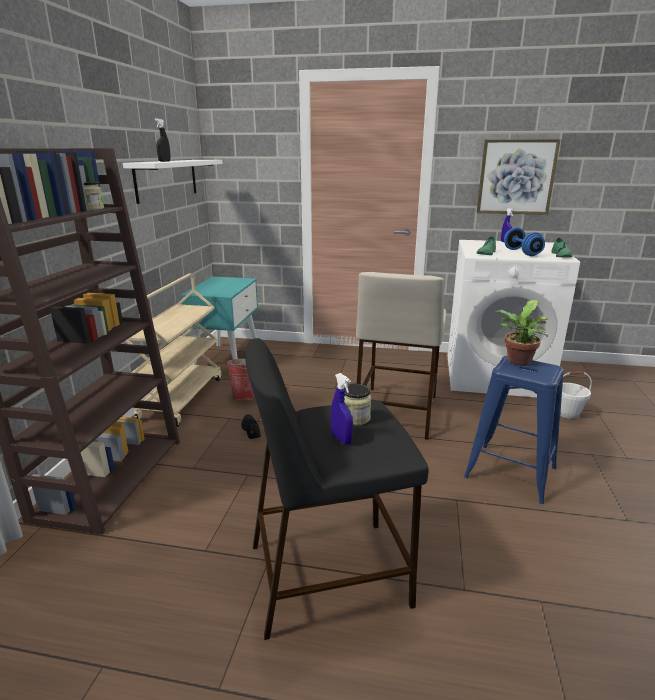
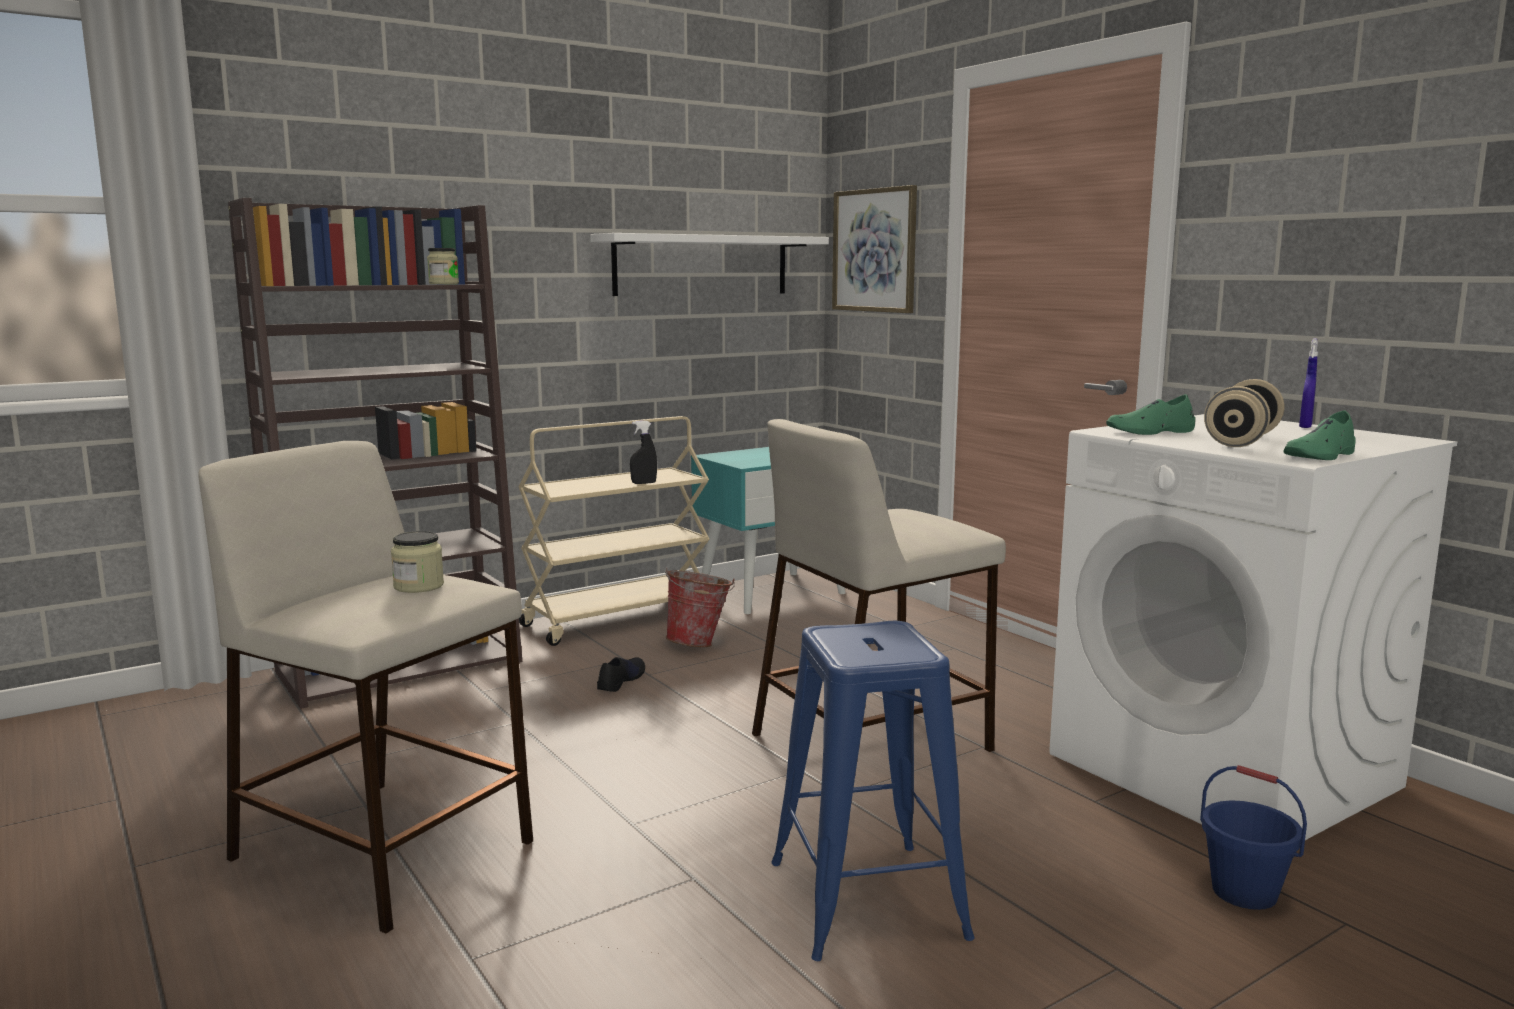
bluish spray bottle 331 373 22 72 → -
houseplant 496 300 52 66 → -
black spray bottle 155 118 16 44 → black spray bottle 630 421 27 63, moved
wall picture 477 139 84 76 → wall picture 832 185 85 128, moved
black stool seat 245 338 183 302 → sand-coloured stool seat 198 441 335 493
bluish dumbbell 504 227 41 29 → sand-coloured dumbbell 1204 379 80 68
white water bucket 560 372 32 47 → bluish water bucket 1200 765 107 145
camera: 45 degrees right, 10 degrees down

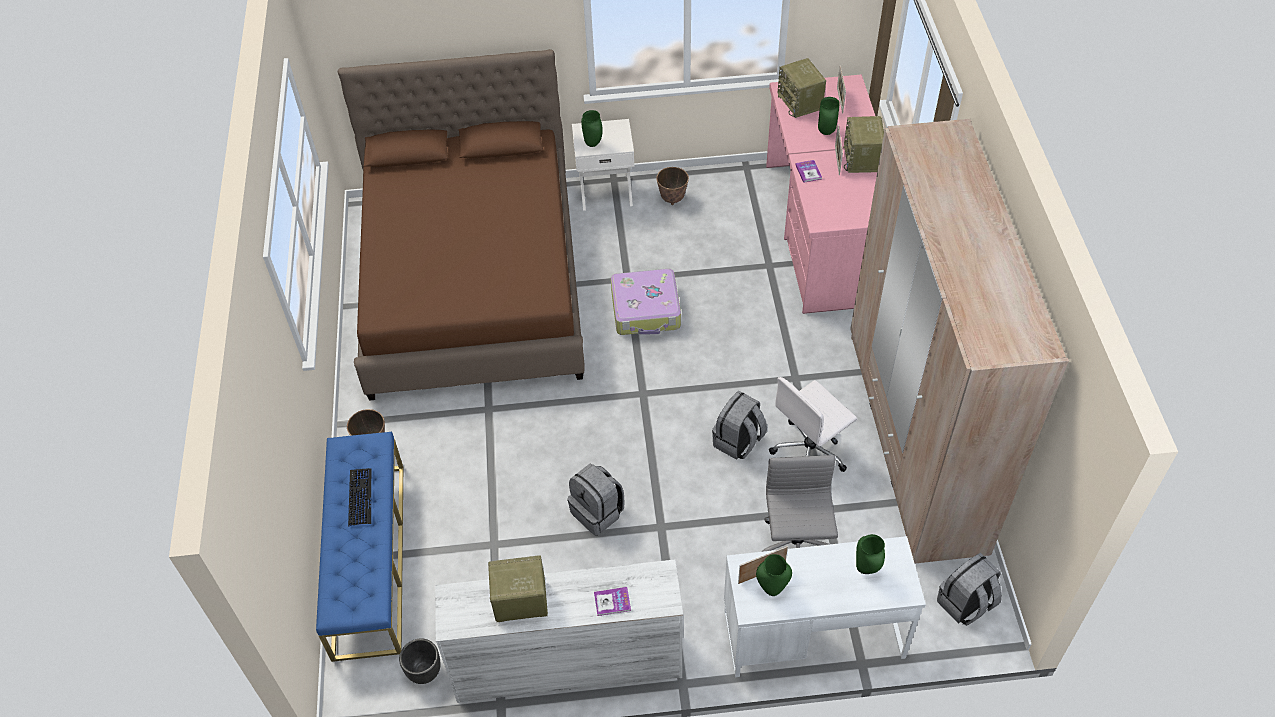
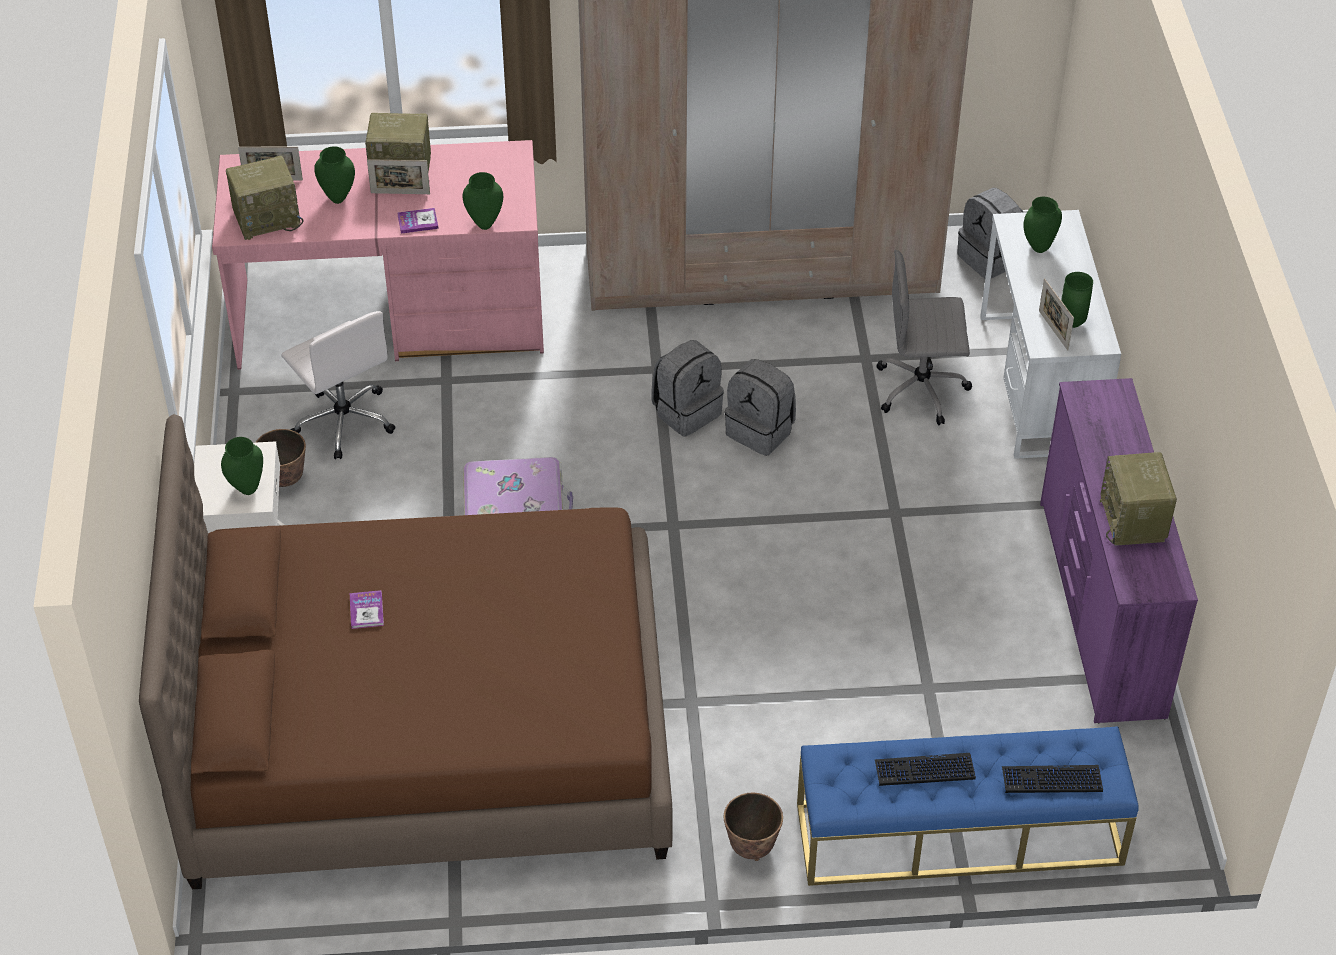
black plant pot 399 638 41 46 → -
- → green decorative vase 463 172 40 58
- → PC keyboard 1002 765 101 28
greyish knapsack 567 464 57 72 → greyish knapsack 651 340 73 97, moved
volume 594 587 37 29 → volume 350 590 34 39, moved
white desk chair 769 377 88 95 → white desk chair 281 311 114 149, moved
white dresser 435 560 248 143 → purple dresser 1040 378 158 345
camera: 90 degrees left, 5 degrees down

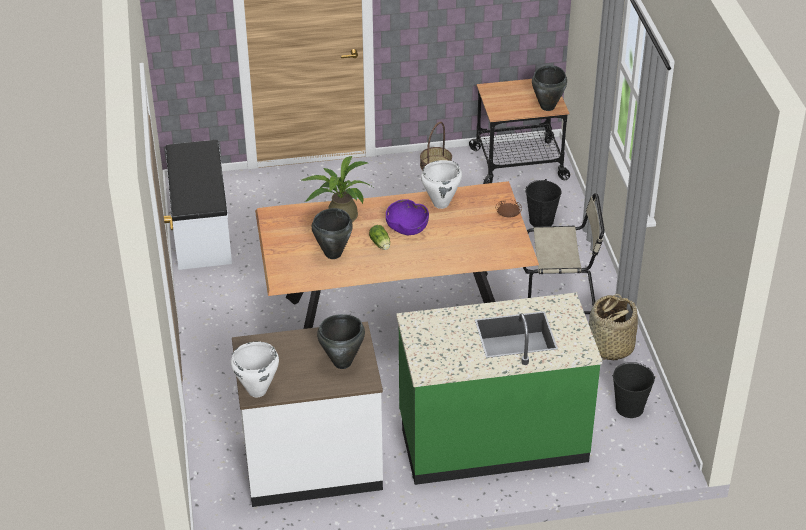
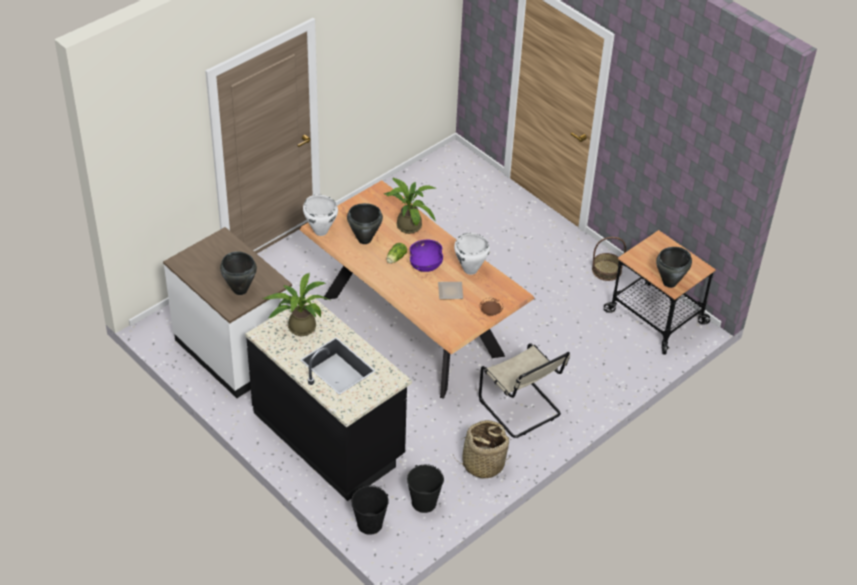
white bench 166 140 66 130 → -
- → houseplant 263 273 67 63
- → dinner plate 438 282 25 17
white saucepot 231 342 48 55 → white saucepot 303 194 35 42, moved
black water bucket 525 179 36 48 → black water bucket 352 485 37 50, moved
green kitchen base unit 396 292 206 193 → black kitchen base unit 245 294 167 207
camera: 55 degrees right, 5 degrees up

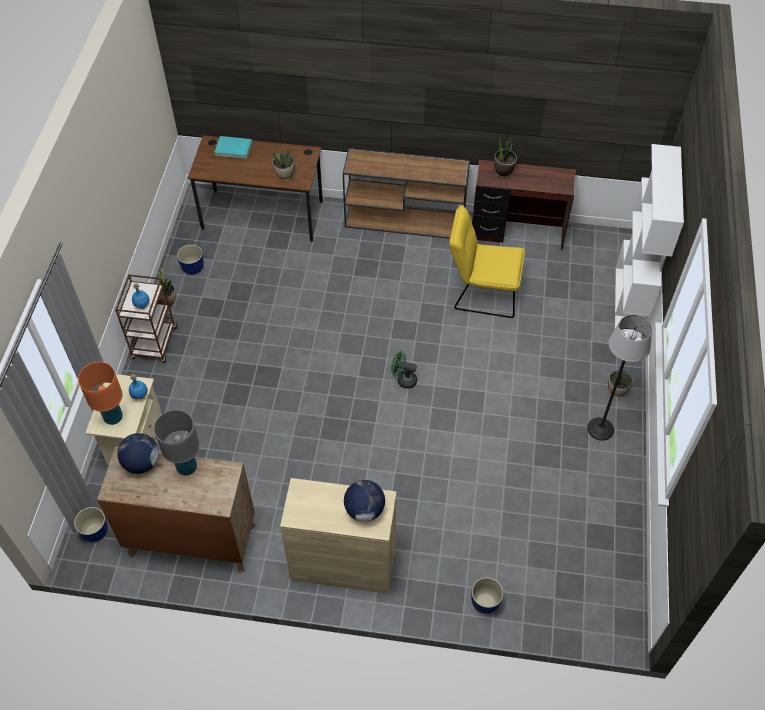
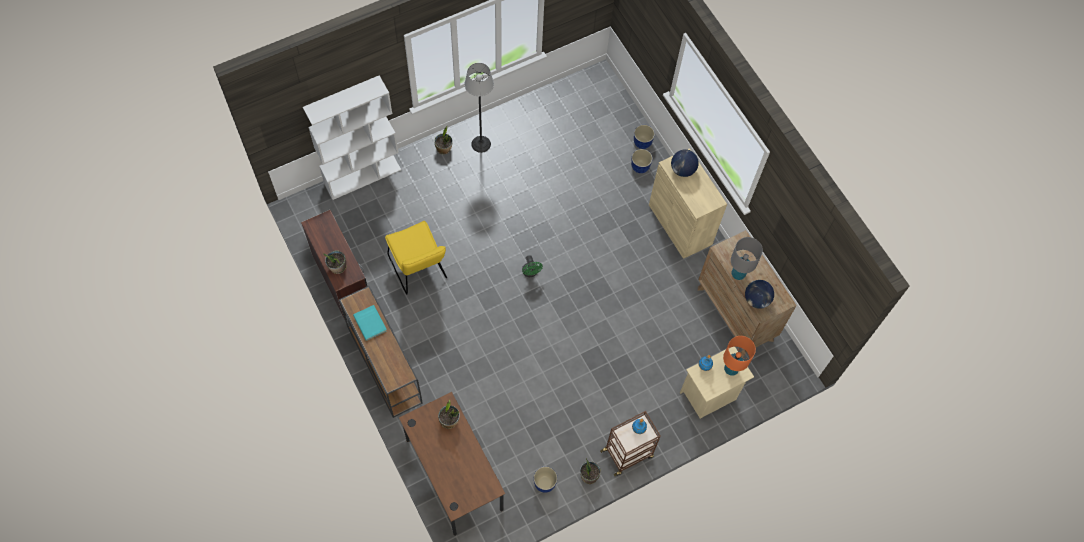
plant pot 74 507 34 35 → plant pot 631 149 22 24, moved
turquoise volume 214 136 38 23 → turquoise volume 353 305 34 36, moved
camera: 130 degrees left, 10 degrees up

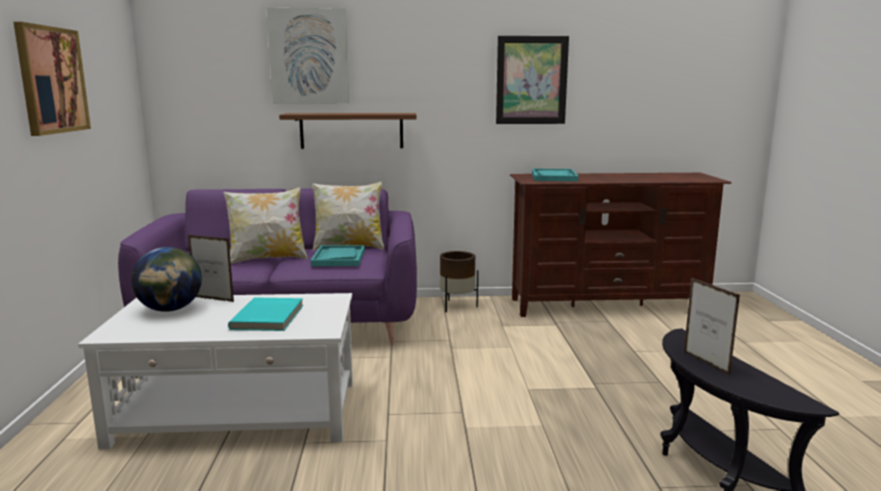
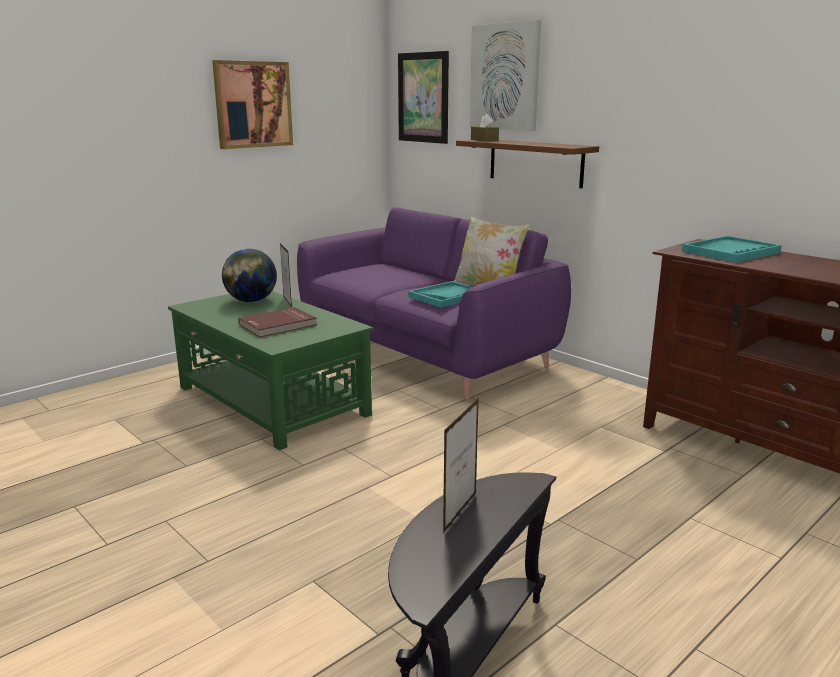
pillow 223 187 84 77 → -
brownish plant pot 440 251 38 61 → -
- → brownish tissue holder 471 114 28 28
wall picture 496 36 73 88 → wall picture 398 51 51 93, moved
white coffee table 78 293 275 156 → green coffee table 168 291 205 159
turquoise volume 228 297 75 34 → red volume 238 307 79 30
camera: 50 degrees right, 5 degrees up

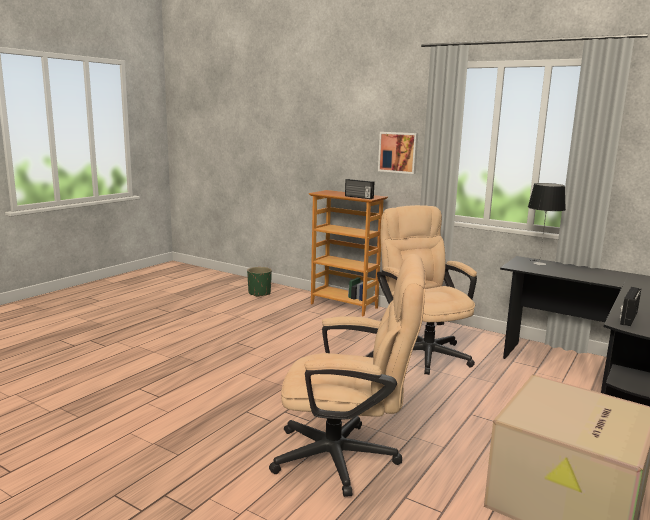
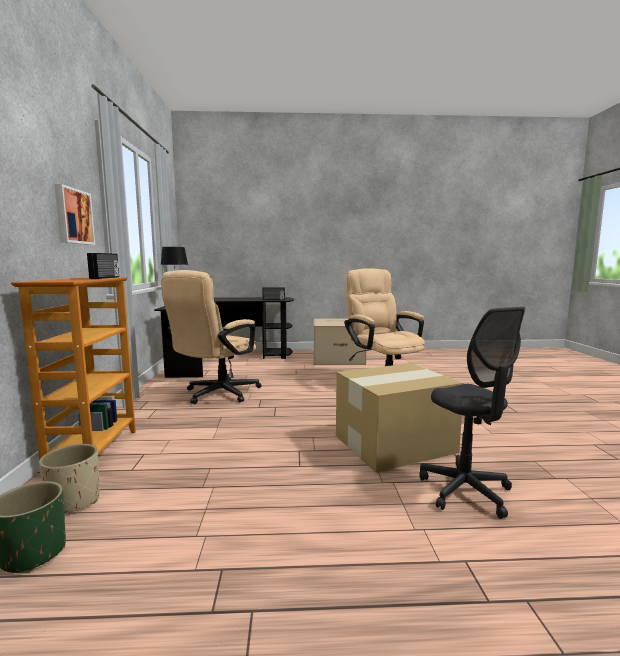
- → sand-coloured plant pot 39 444 60 70
- → cardboard box 336 363 128 109
- → greyish desk chair 419 307 106 212
camera: 125 degrees left, 5 degrees down

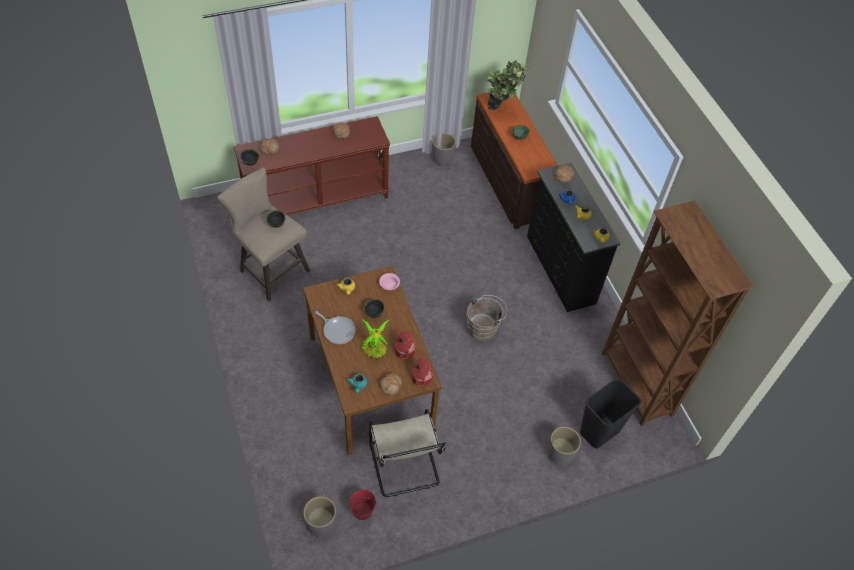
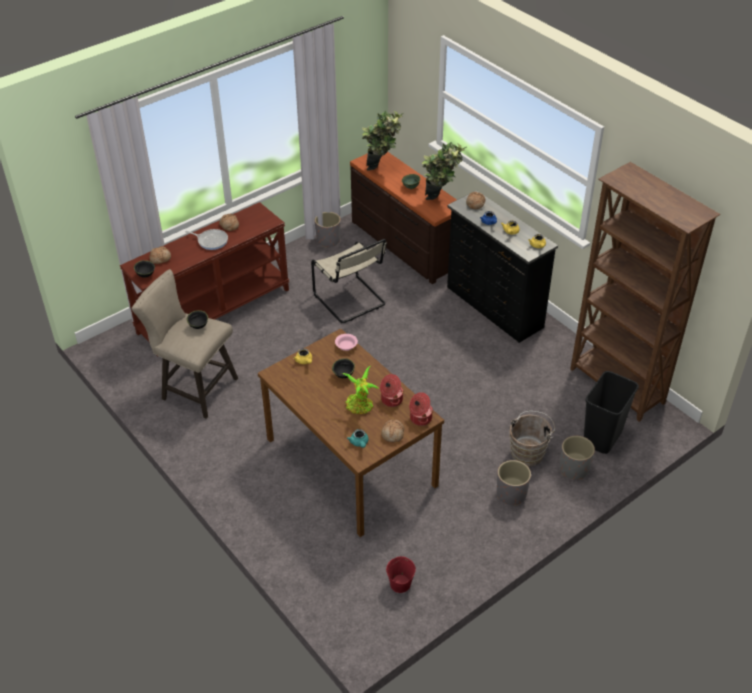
- → houseplant 422 142 44 58
greyish plant pot 303 496 33 42 → greyish plant pot 497 460 34 46, moved
pan 315 311 41 33 → pan 185 229 43 21, moved
sand-coloured upright chair 369 409 78 88 → sand-coloured upright chair 311 239 76 84, moved
brownish water bucket 466 295 41 46 → brownish water bucket 509 411 46 56, moved
camera: 15 degrees left, 10 degrees down

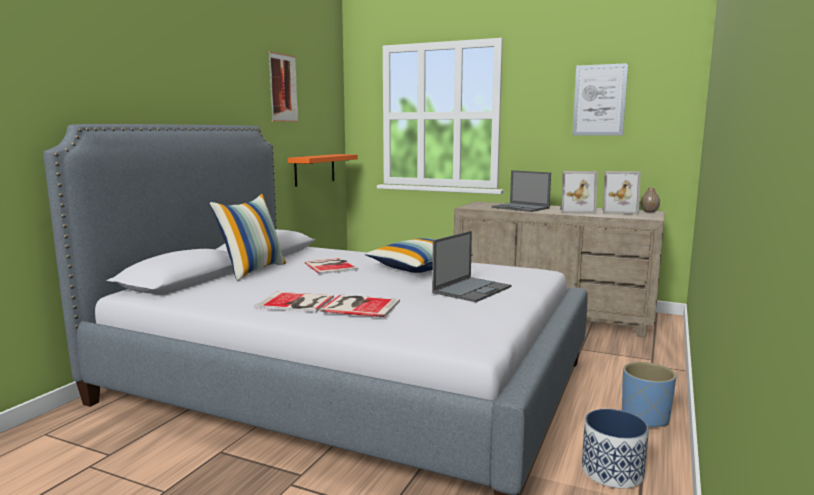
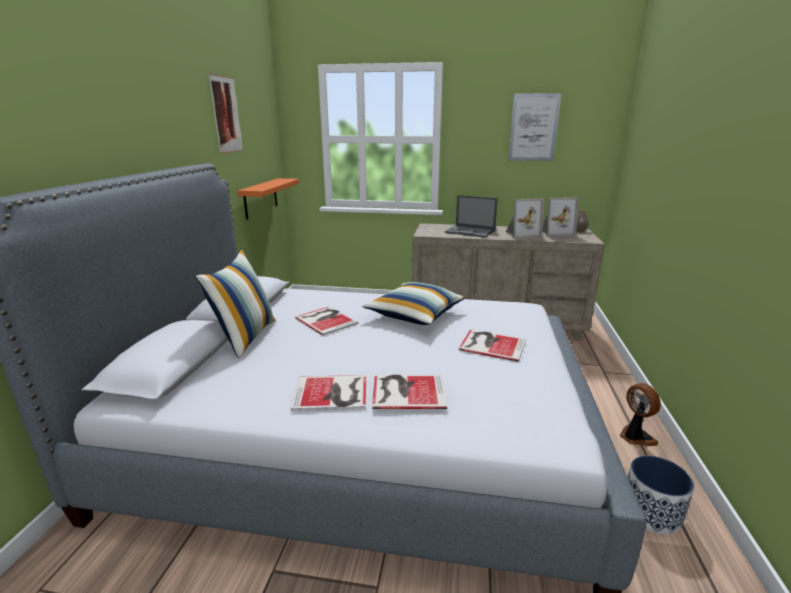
portable computer 432 231 79 71 → volume 458 329 68 33
bluish plant pot 622 362 54 65 → fan 620 383 41 63
camera: 15 degrees left, 10 degrees up

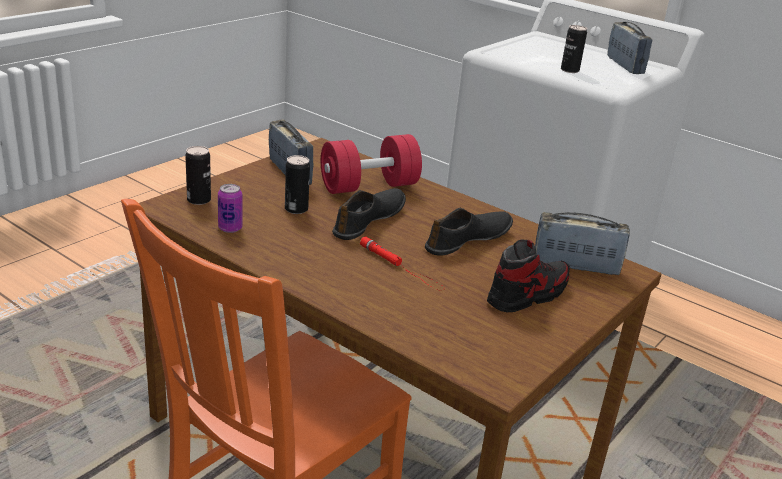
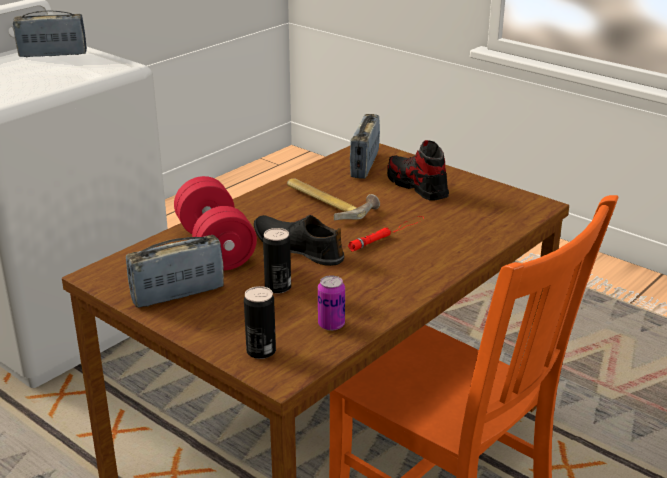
sealed can 561 25 26 48 → -
black shoe 425 208 88 48 → hammer 287 178 93 43
camera: 85 degrees left, 0 degrees up

